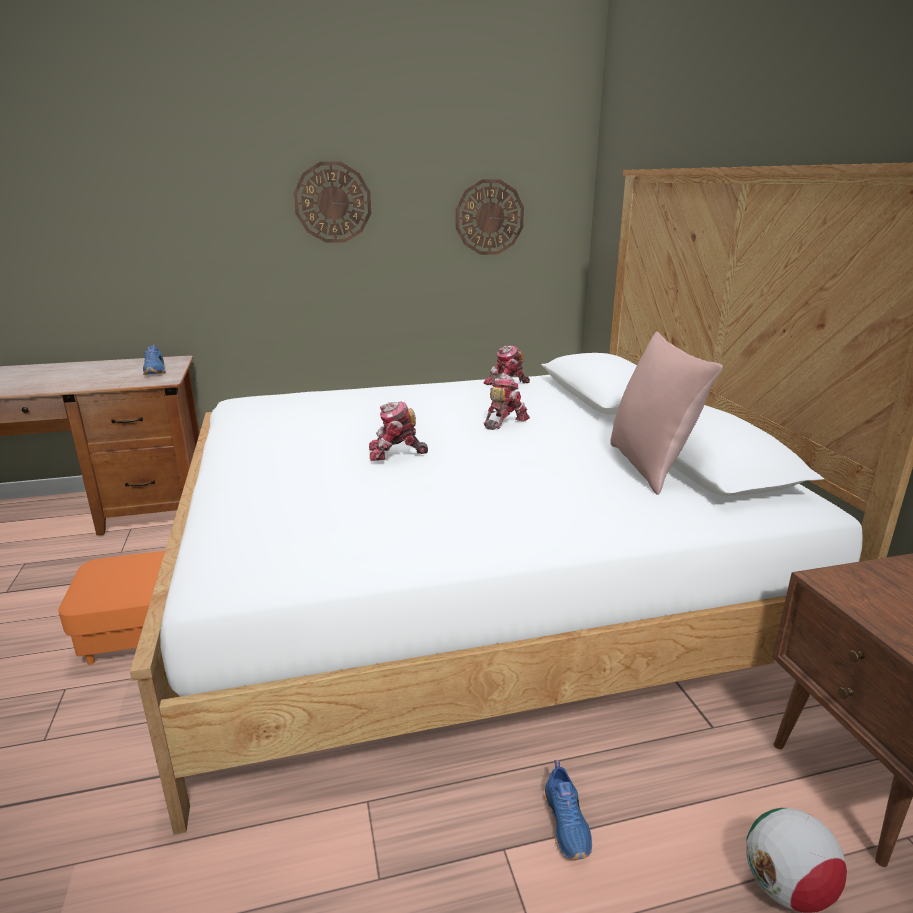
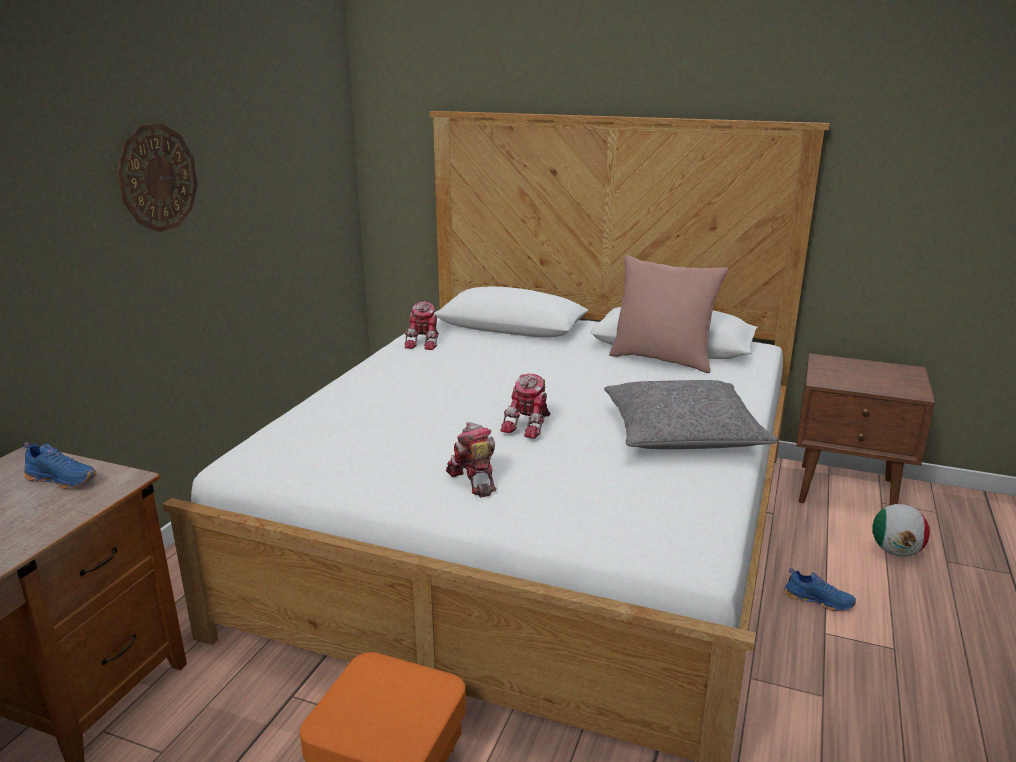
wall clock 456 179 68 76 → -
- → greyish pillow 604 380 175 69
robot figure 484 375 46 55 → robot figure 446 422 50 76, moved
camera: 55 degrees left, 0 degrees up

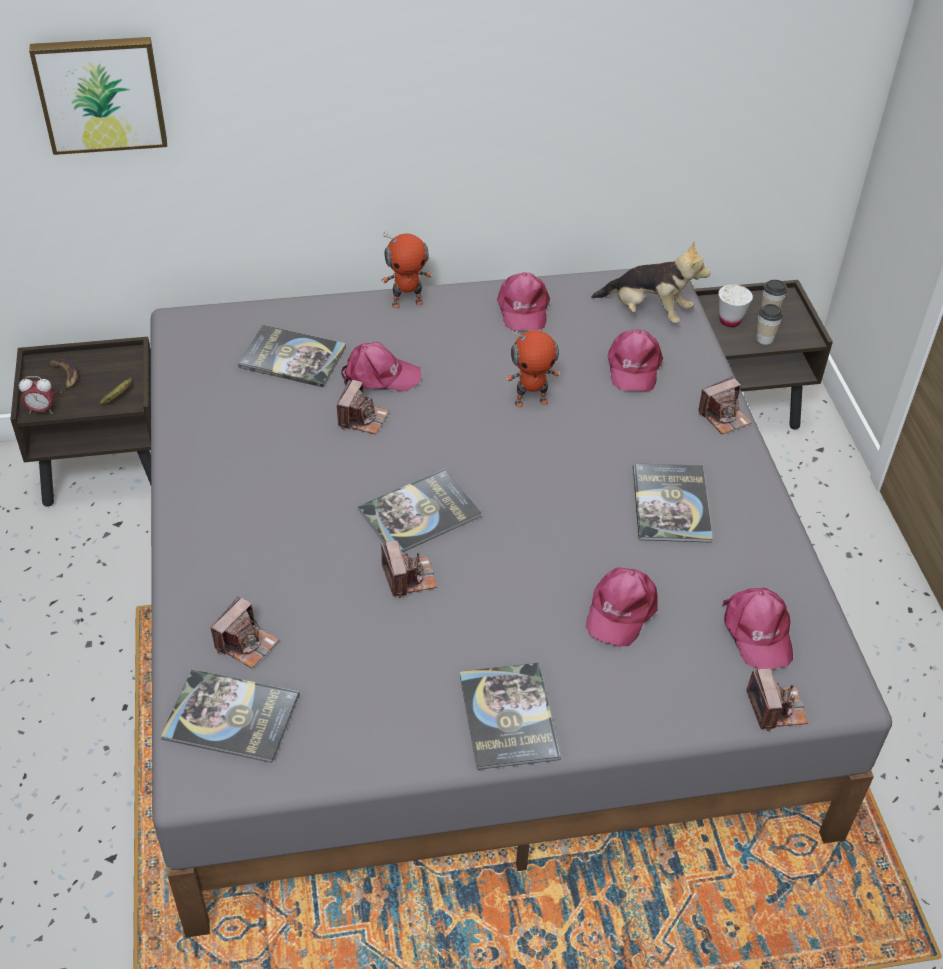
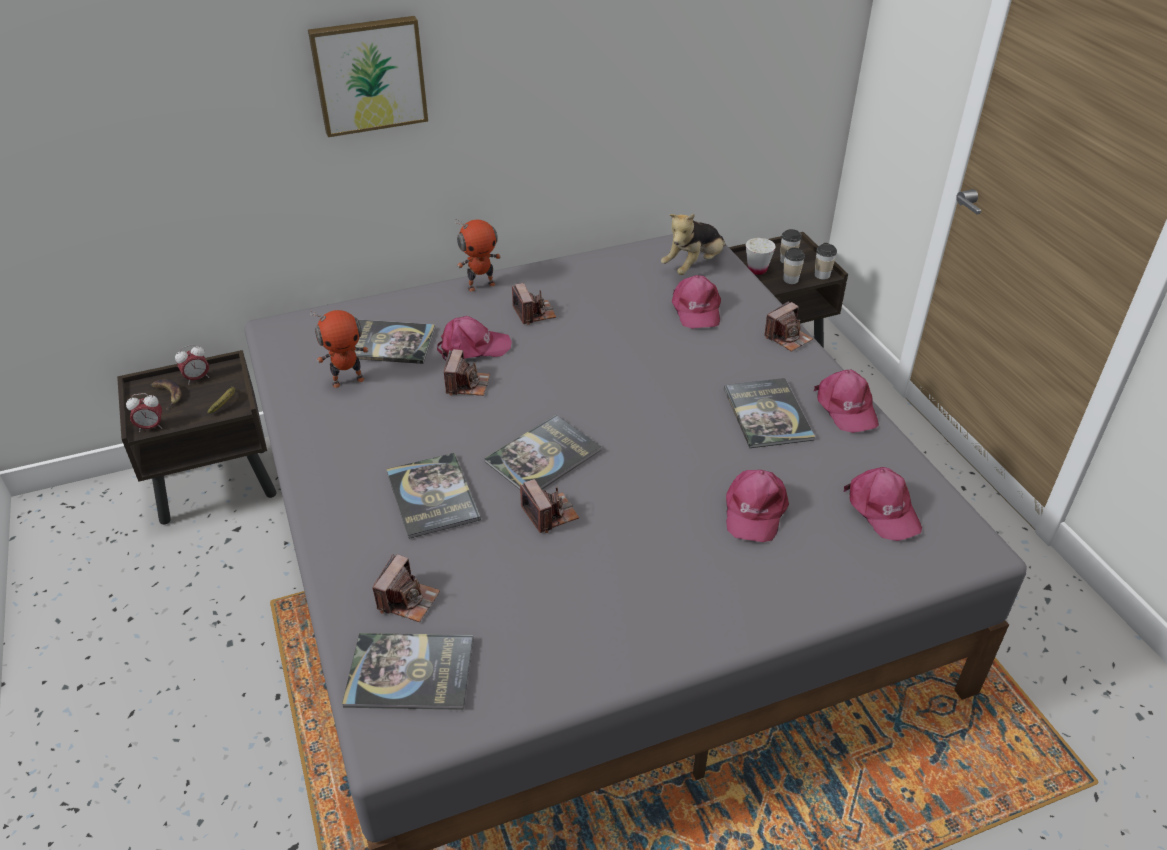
- → bedside clock 175 344 34 41
- → cup 815 243 22 37
wall picture 29 37 138 118 → wall picture 308 16 120 121, moved
volume 460 663 101 107 → volume 387 453 94 86, moved
pinkish cap 497 272 53 59 → pinkish cap 814 370 65 63, moved
robot figure 506 328 54 80 → robot figure 310 310 59 78, moved
photo camera 746 668 62 63 → photo camera 512 283 44 42, moved
soft toy 591 241 119 82 → soft toy 661 214 64 61, 120 degrees clockwise
camera: 10 degrees left, 5 degrees down

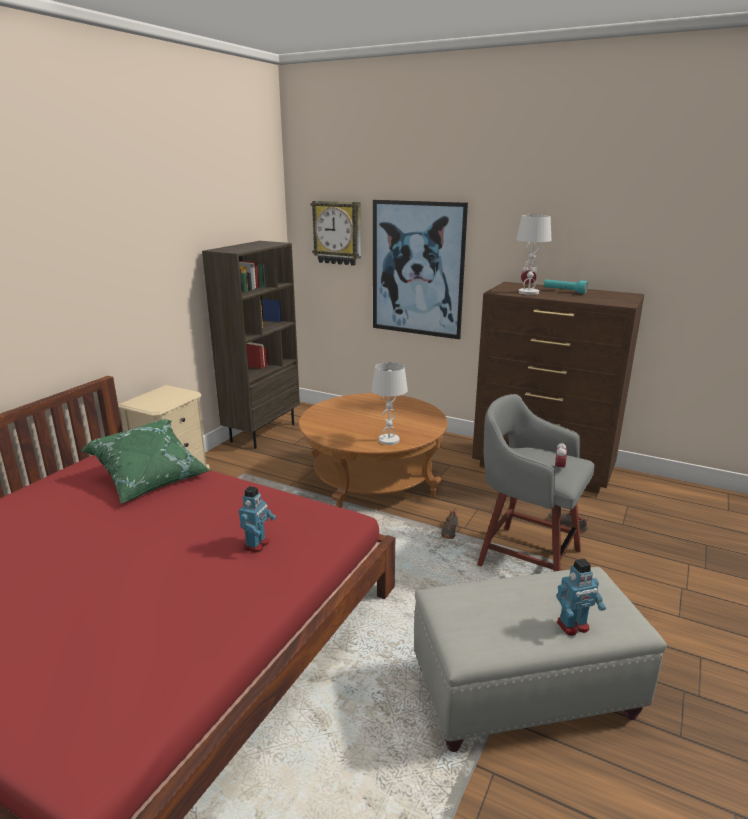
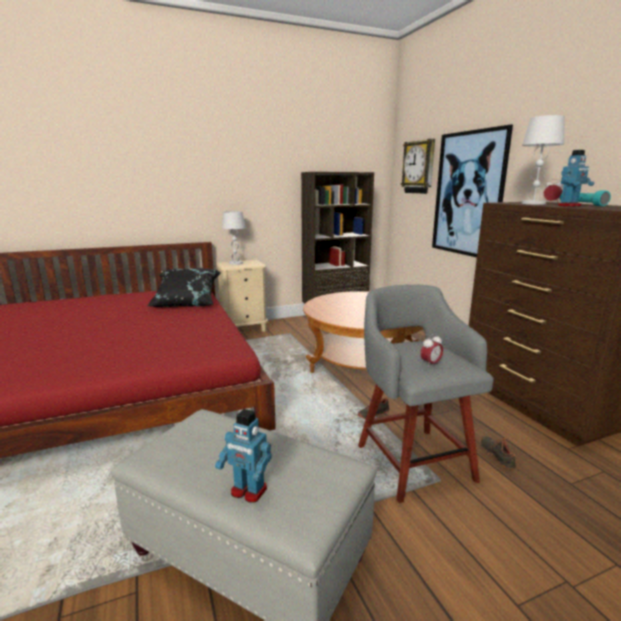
robot figure 239 486 37 67 → robot figure 558 150 36 57, moved
white lamp for a table 372 362 36 83 → white lamp for a table 222 211 24 54, moved
green pillow 81 419 130 85 → black pillow 147 268 74 39
camera: 40 degrees right, 5 degrees down

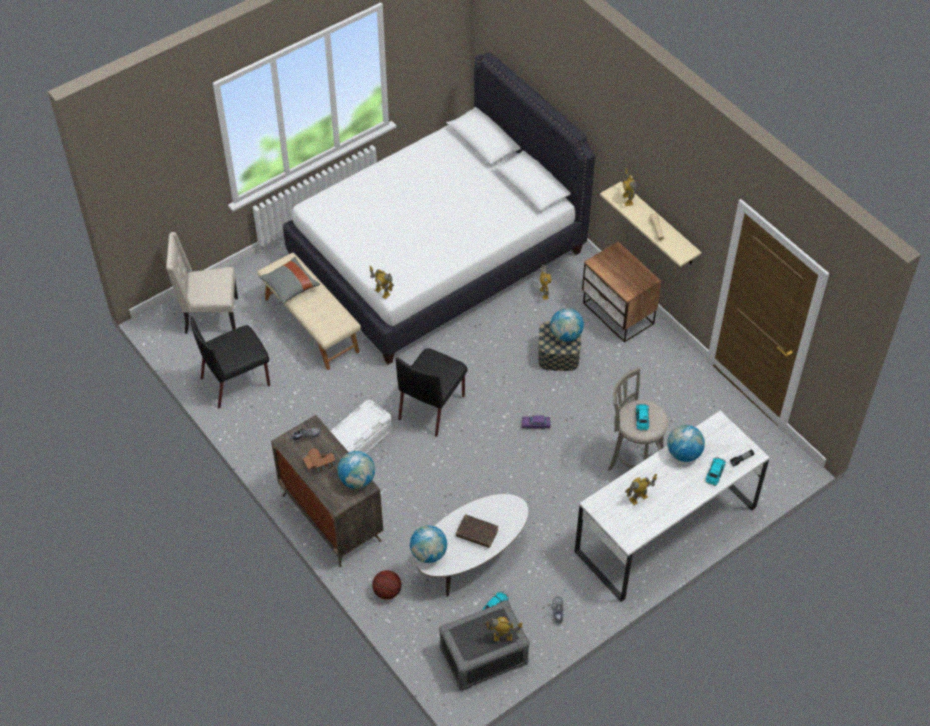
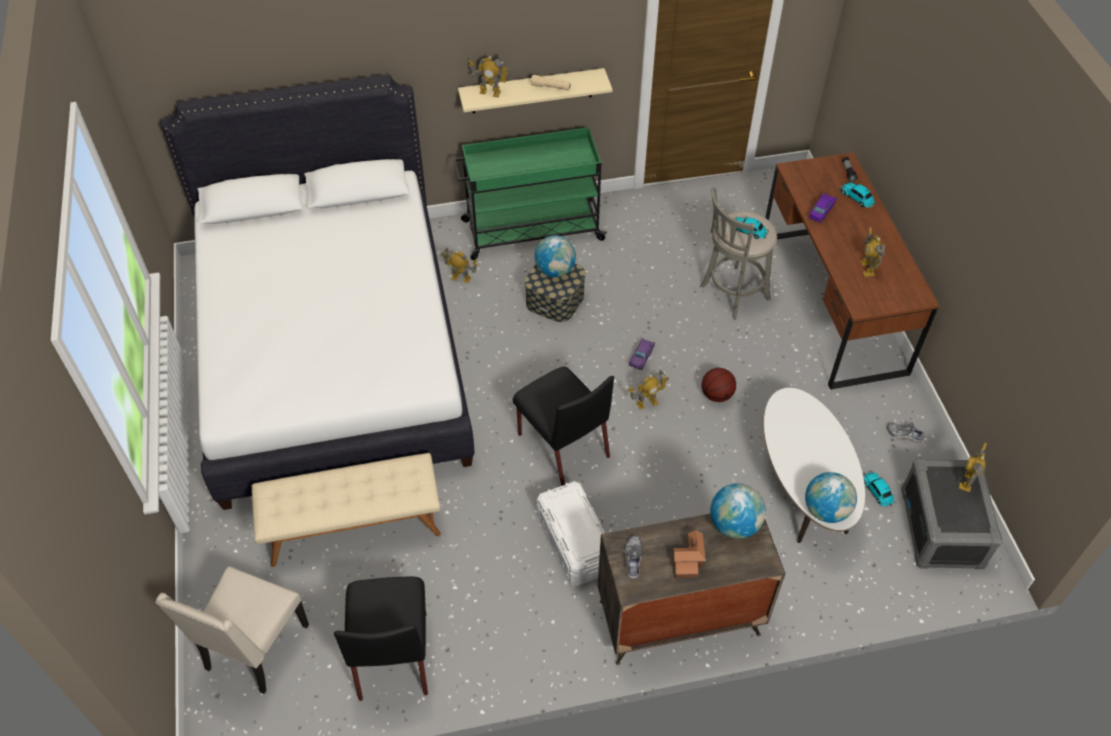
greyish pillow 259 257 61 47 → -
brownish volume 456 514 42 34 → -
robot figure 369 266 25 33 → robot figure 629 369 40 40, moved
basketball 372 570 30 30 → basketball 702 368 34 34, moved
bedside table 582 242 80 100 → green cart 454 127 153 133
world globe 667 425 38 37 → purple model car 808 193 29 30
white desk unit 575 411 195 191 → brownish desk unit 765 152 174 238
camera: 65 degrees left, 0 degrees up

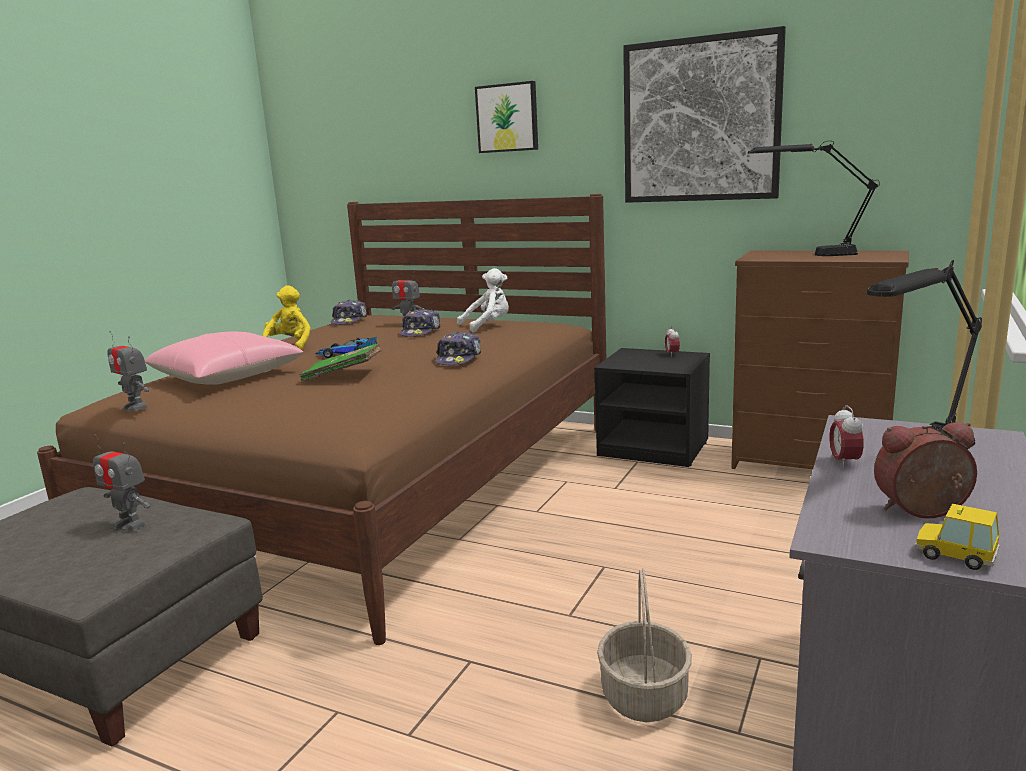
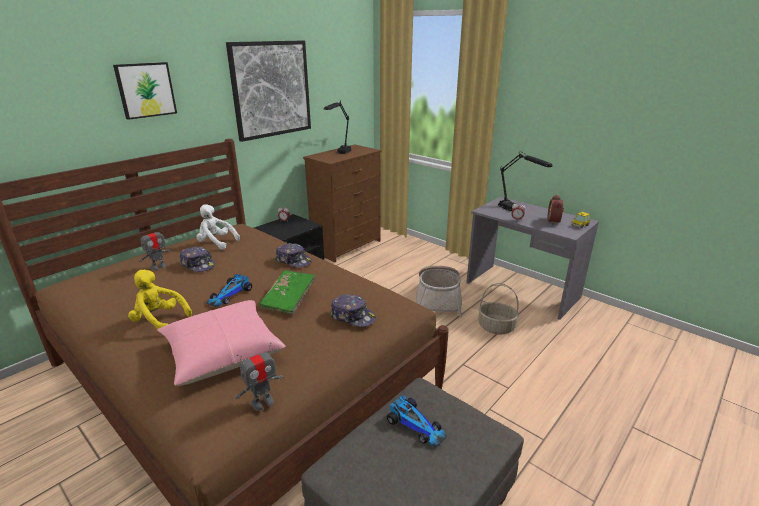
- → storage basket 416 266 46 51
cap 330 300 37 24 → cap 330 294 46 33, moved
robot figure 93 434 57 98 → model car 387 395 60 52
white soft toy 457 268 52 65 → white soft toy 196 204 44 46, 60 degrees counterclockwise
camera: 75 degrees left, 10 degrees up

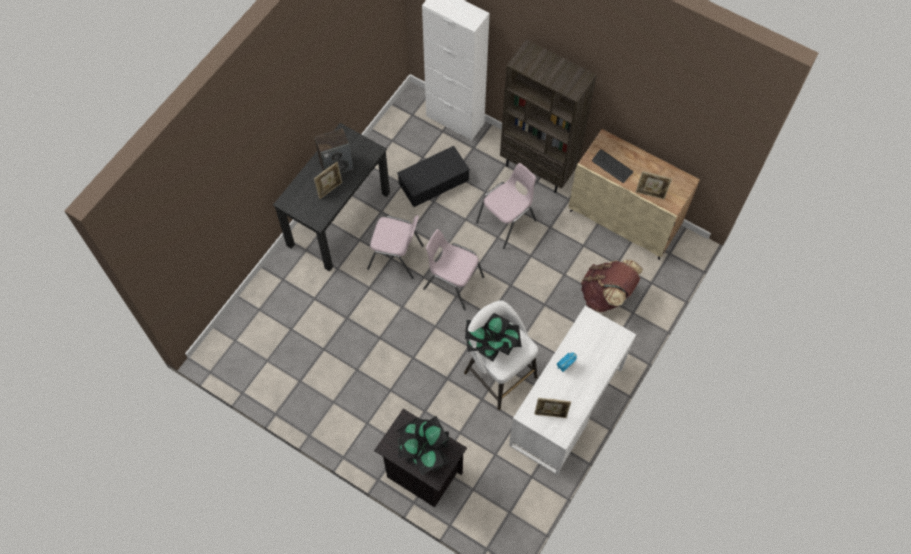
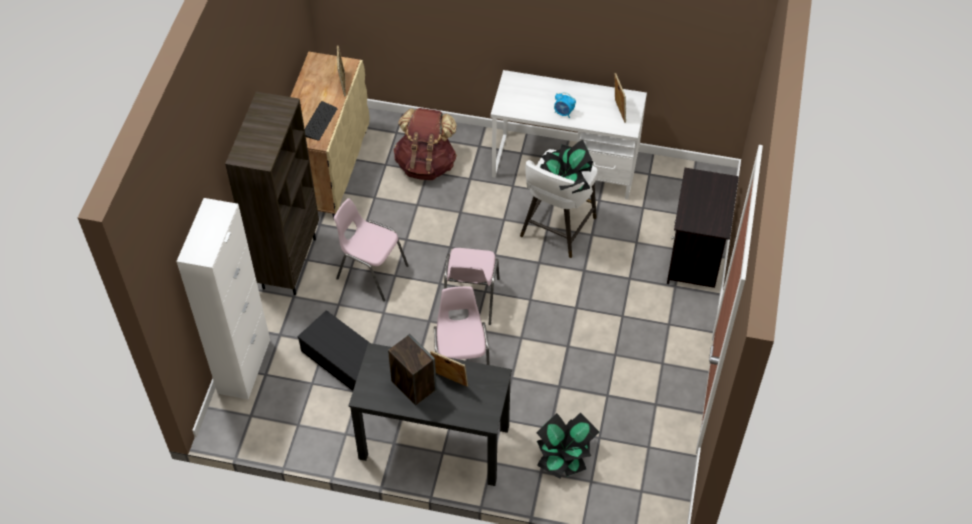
houseplant 397 416 52 59 → houseplant 536 412 63 67, moved
camera: 110 degrees left, 10 degrees down

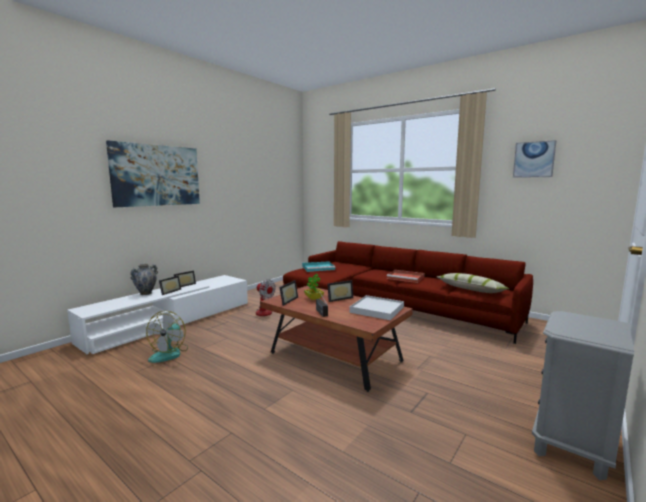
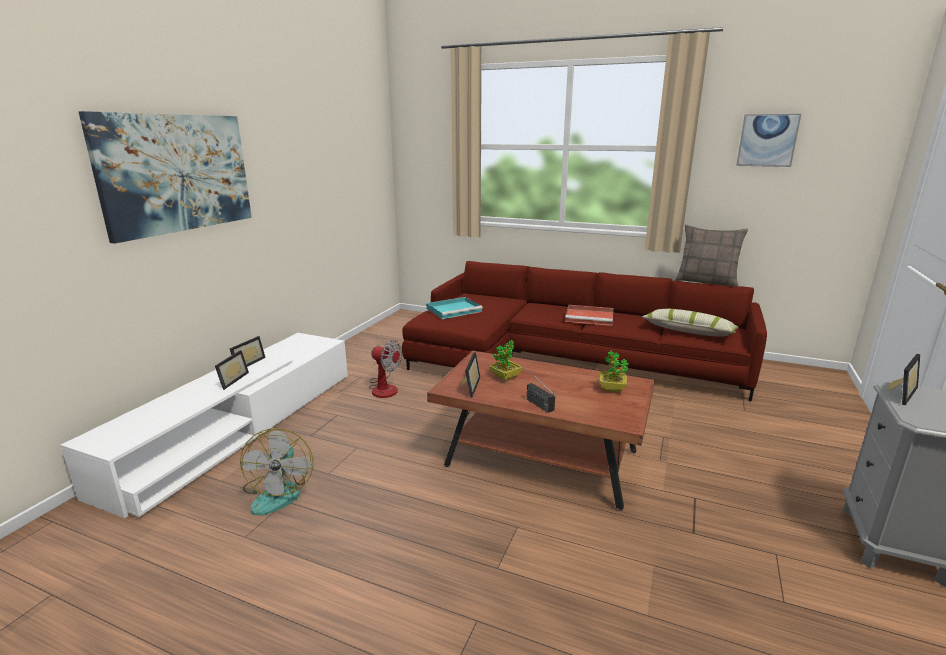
decorative vase 130 264 28 31 → -
- → pillow 675 224 73 63
standing frame 327 280 26 22 → standing frame 887 354 33 51, moved
white carrying tray 350 295 54 25 → houseplant 599 350 29 42
camera: 15 degrees left, 10 degrees up

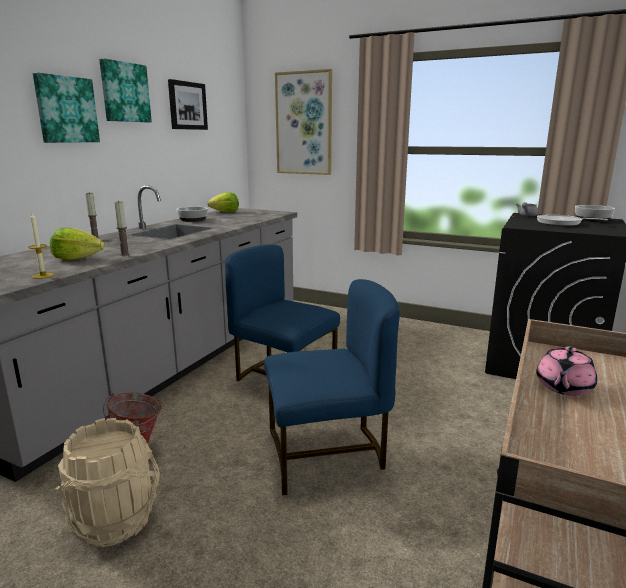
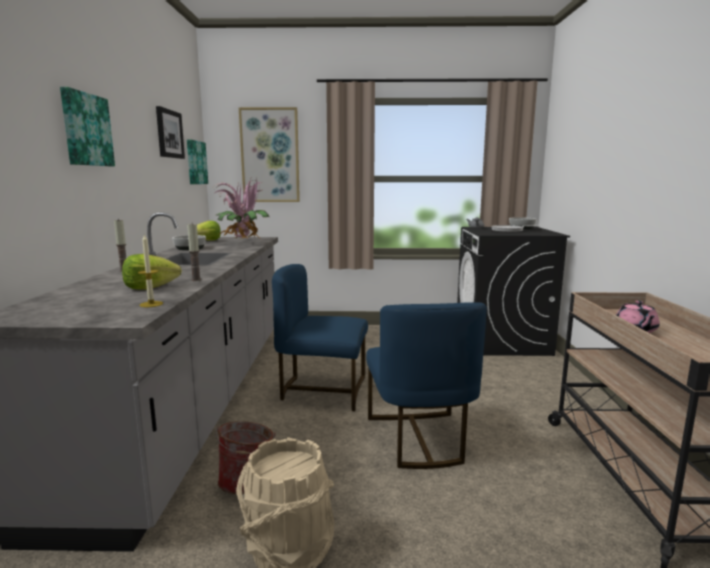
- → houseplant 214 179 55 61
wall picture 99 58 53 64 → wall picture 187 139 21 45, moved
bluish upright chair 264 279 136 216 → bluish upright chair 366 302 121 167, 120 degrees clockwise
camera: 25 degrees left, 5 degrees down

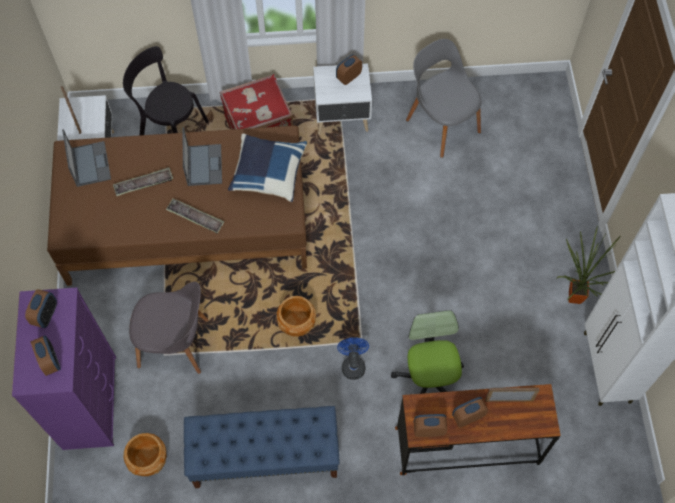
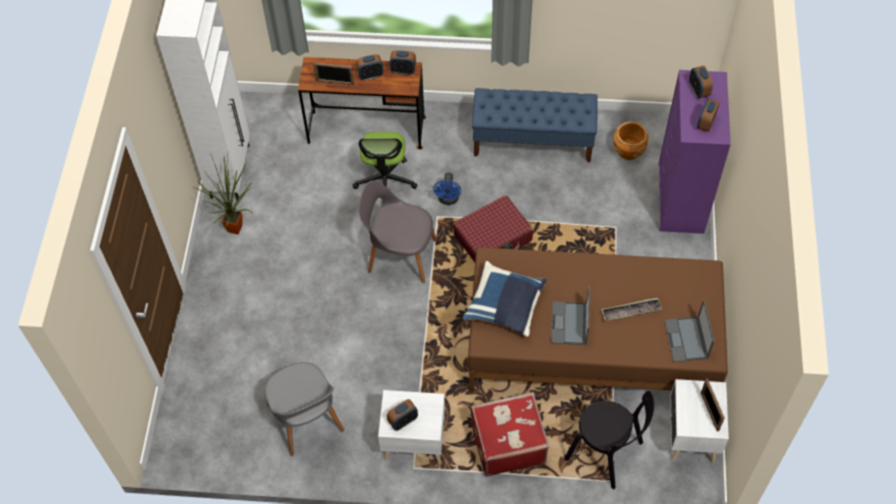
carrying tray 166 199 58 35 → -
greyish upright chair 129 282 80 92 → greyish upright chair 358 180 79 103, moved
brownish plant pot 277 296 39 41 → red suitcase 453 195 80 68
camera: 170 degrees left, 5 degrees down

